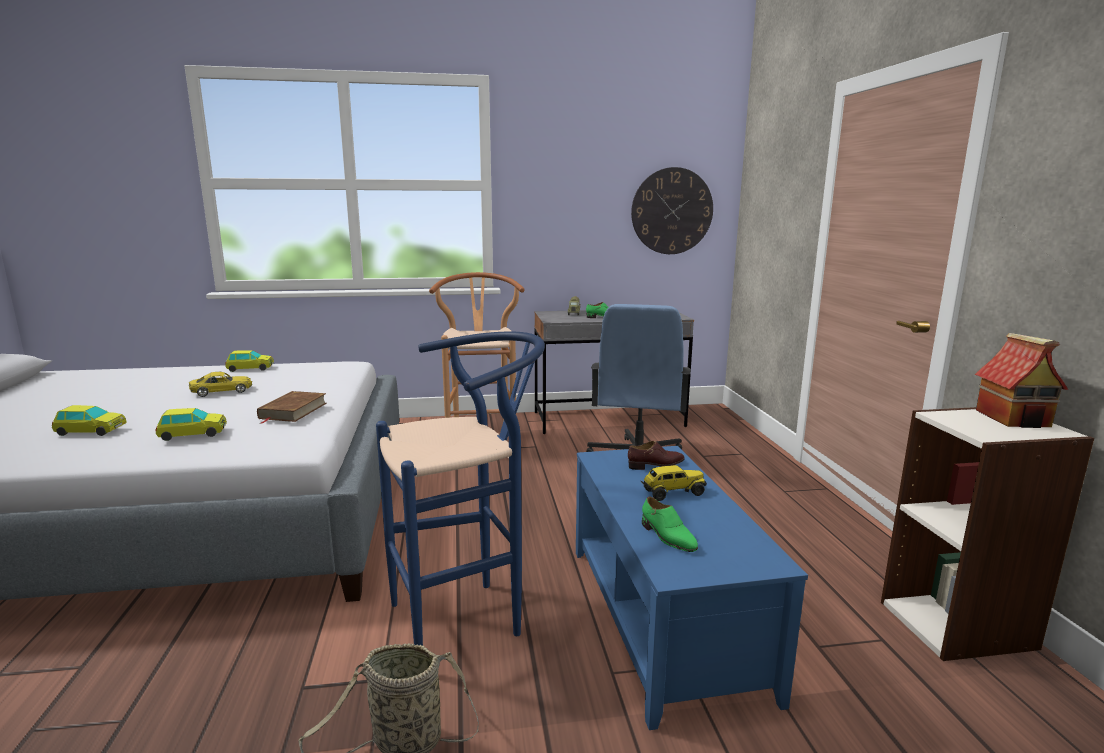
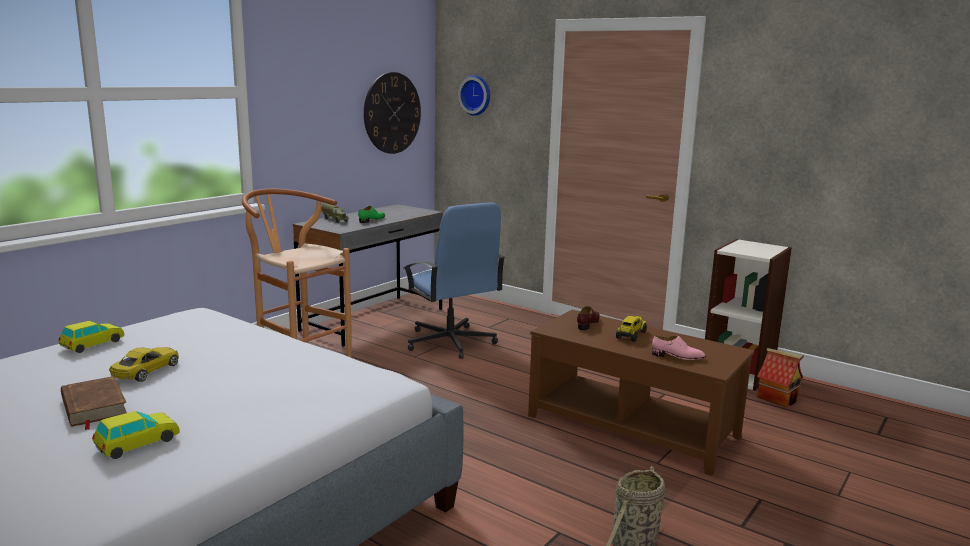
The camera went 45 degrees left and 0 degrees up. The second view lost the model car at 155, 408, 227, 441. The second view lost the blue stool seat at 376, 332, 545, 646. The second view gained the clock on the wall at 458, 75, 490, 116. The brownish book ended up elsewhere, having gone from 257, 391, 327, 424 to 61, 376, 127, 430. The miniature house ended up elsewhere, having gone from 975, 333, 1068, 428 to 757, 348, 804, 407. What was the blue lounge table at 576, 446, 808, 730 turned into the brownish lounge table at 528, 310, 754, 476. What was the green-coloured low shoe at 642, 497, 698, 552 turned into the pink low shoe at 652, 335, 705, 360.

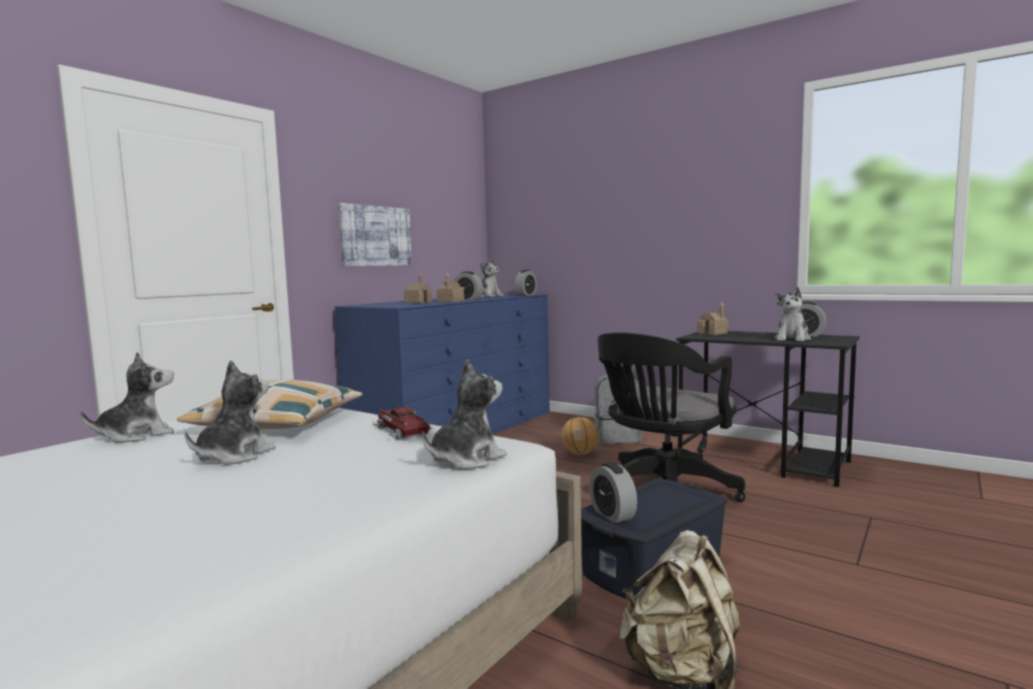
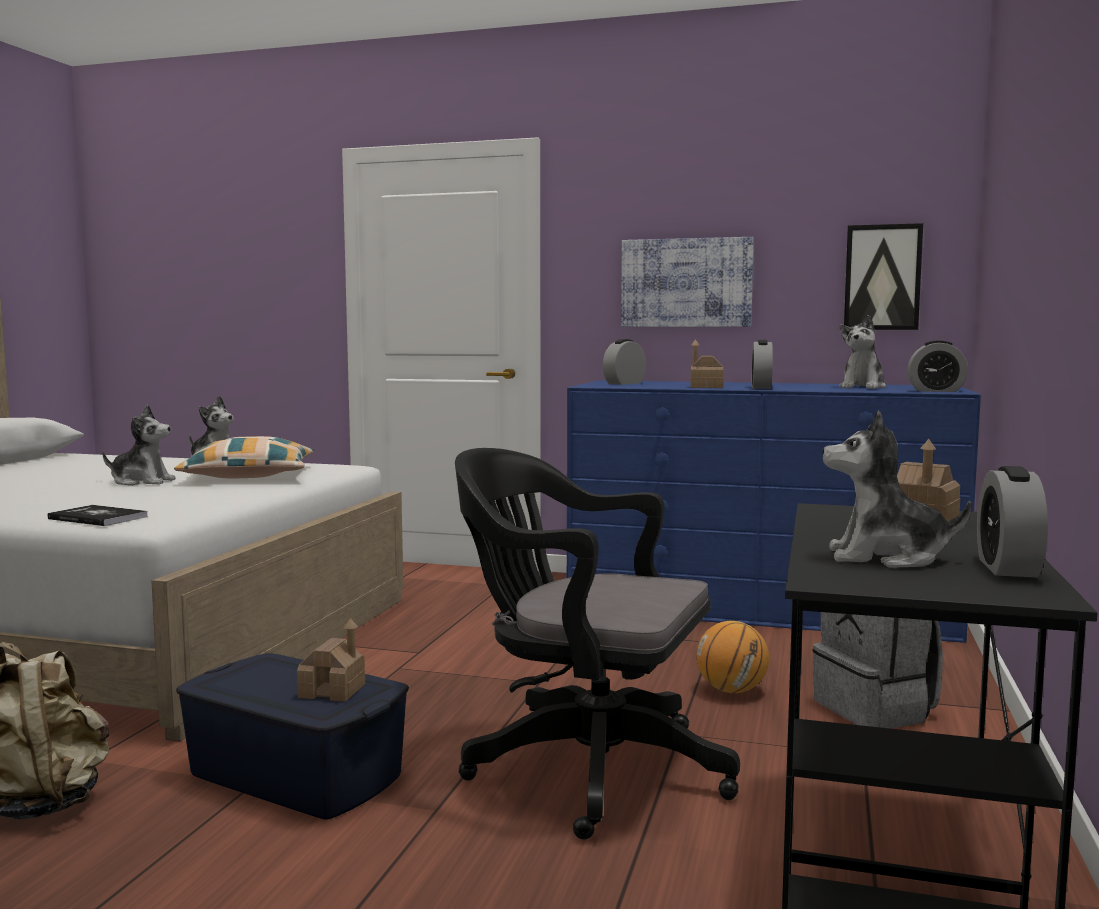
The camera went 70 degrees right and 0 degrees up. The second view lost the model car at 373, 407, 432, 439. The second view gained the picture at 844, 223, 923, 330. The miniature house ended up elsewhere, having gone from 404, 273, 432, 303 to 297, 618, 365, 702. The alarm clock ended up elsewhere, having gone from 589, 462, 637, 523 to 602, 339, 646, 384. Where the plush toy stood at 422, 359, 507, 470, the book came to stand at 48, 505, 148, 526.

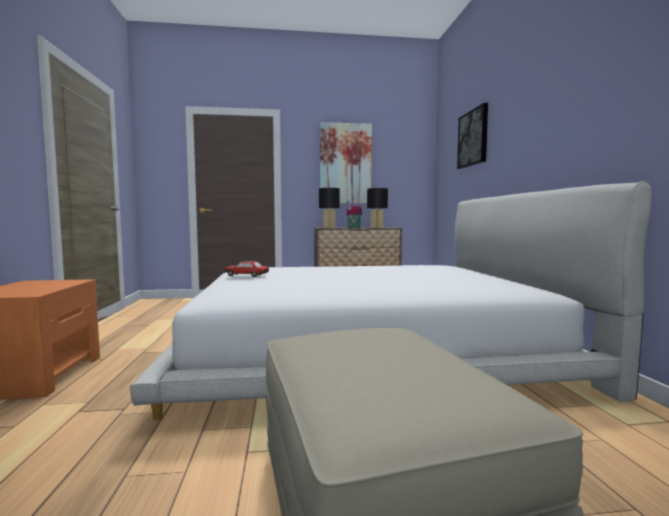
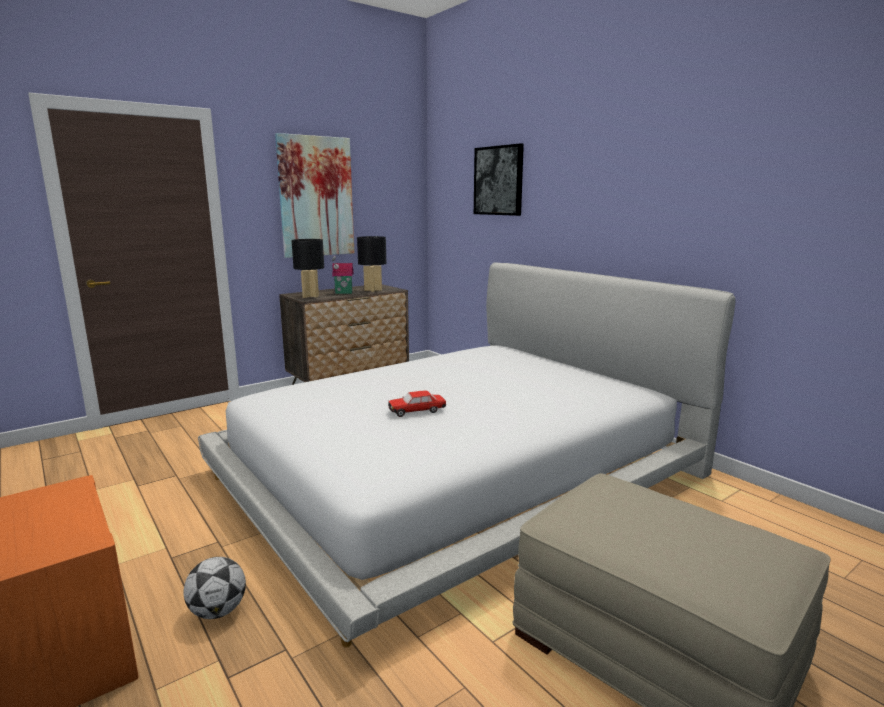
The camera went 30 degrees left and 10 degrees up. The second view gained the football at 183, 557, 246, 619. The model car ended up elsewhere, having gone from 225, 261, 269, 277 to 388, 390, 446, 417.

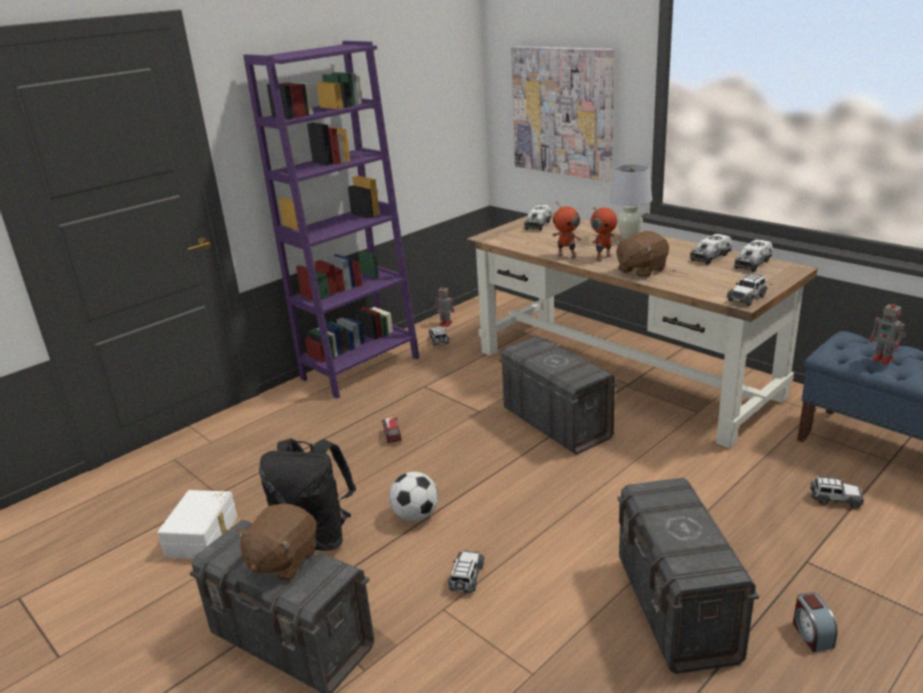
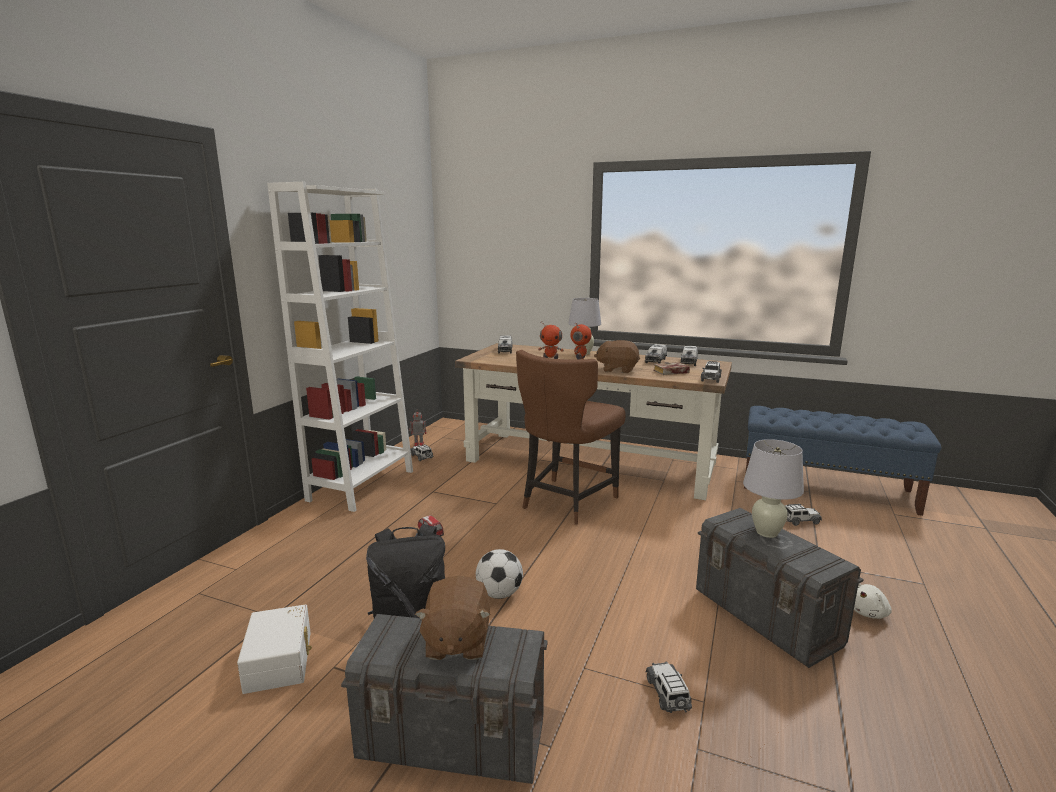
The camera went 25 degrees left and 10 degrees down. The second view lost the picture at 511, 46, 615, 181. The second view lost the robot figure at 870, 299, 907, 365. The second view gained the book at 653, 362, 690, 375. The second view gained the whitish lamp for a table at 743, 439, 804, 538. The model car ended up elsewhere, having gone from 448, 550, 484, 594 to 646, 661, 692, 713. Where the greyish storage box stood at 499, 336, 618, 455, the brownish plain chair came to stand at 516, 350, 626, 525. Where the alarm clock stood at 793, 592, 838, 652, the whitish plush toy came to stand at 854, 583, 892, 619. What was the purple shelving unit at 243, 41, 419, 398 turned into the whitish shelving unit at 267, 182, 413, 512. The brownish plush toy at 615, 231, 669, 278 ended up facing another way, 75 degrees clockwise from before.

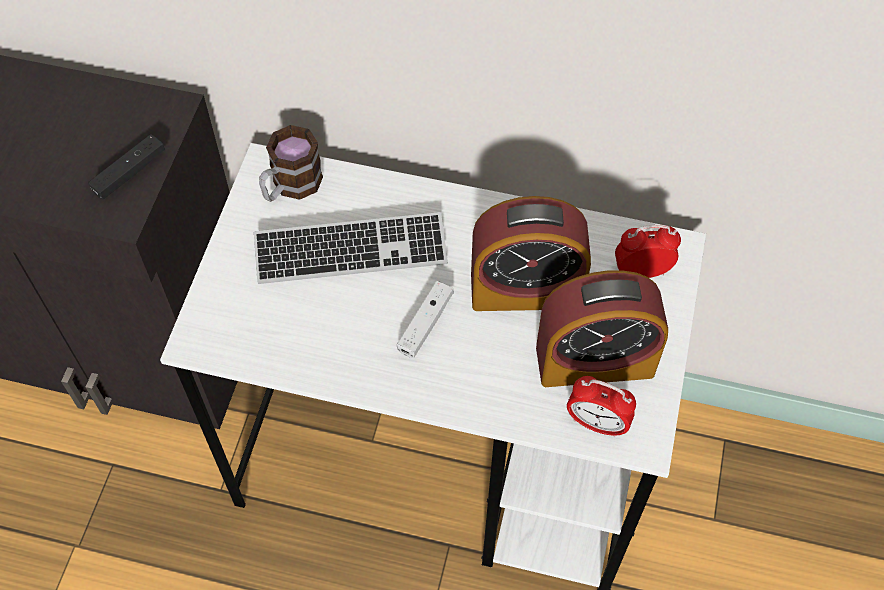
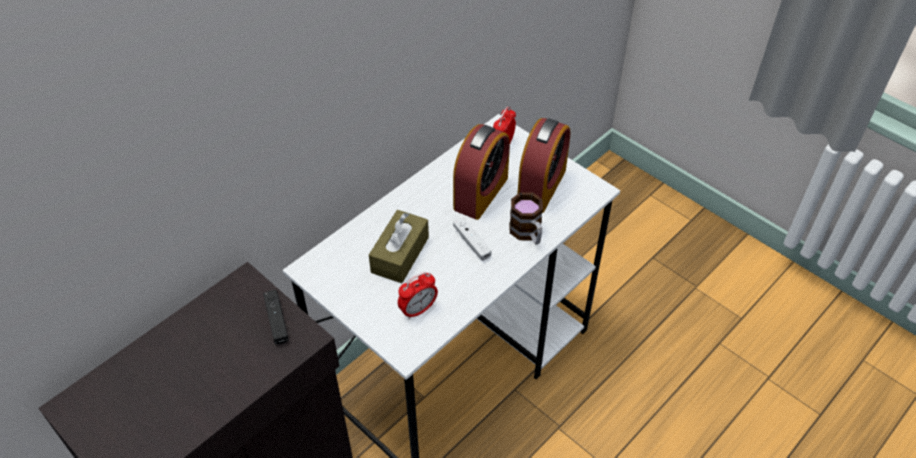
The camera went 60 degrees left and 10 degrees down. The tea mug ended up elsewhere, having gone from 259, 125, 323, 202 to 509, 192, 543, 245. The alarm clock ended up elsewhere, having gone from 567, 376, 636, 437 to 398, 272, 438, 319. Where the PC keyboard stood at 254, 212, 448, 284, the brownish box of tissues came to stand at 369, 210, 429, 283.

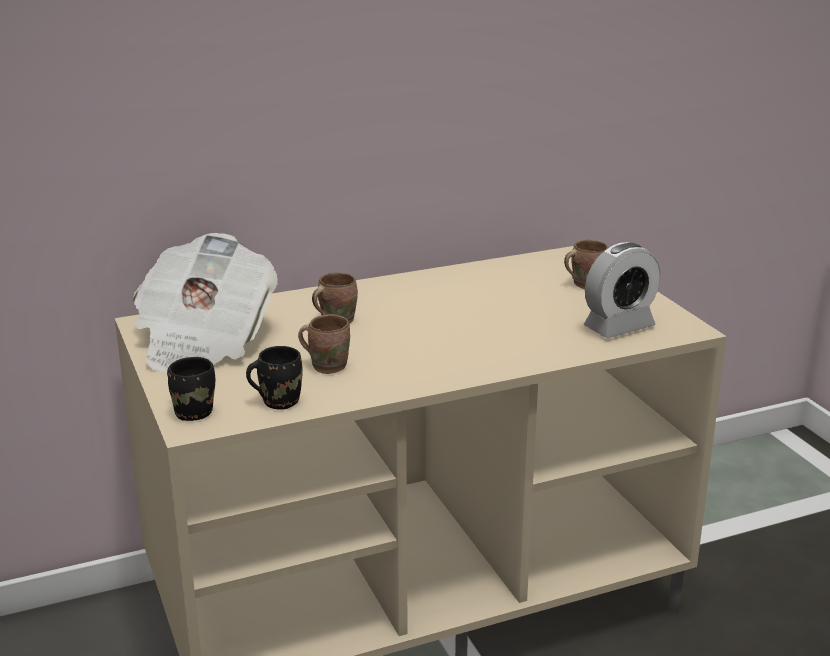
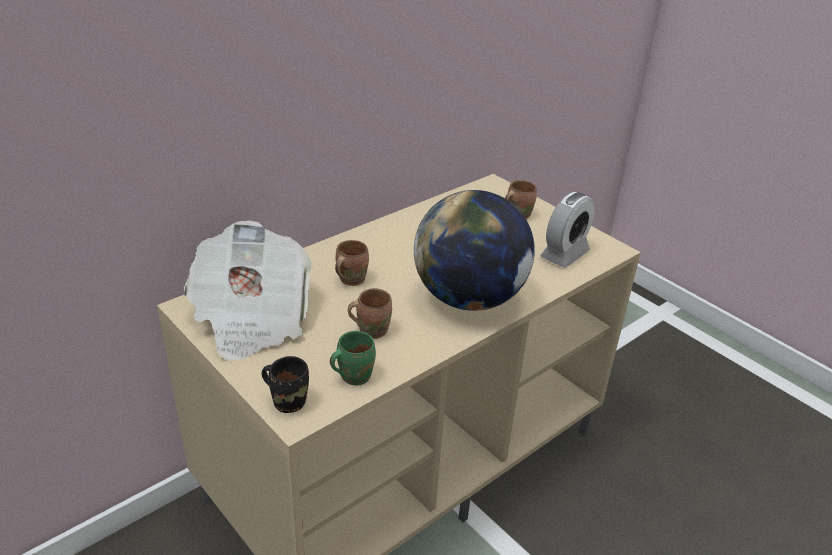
The camera went 20 degrees left and 10 degrees up. The second view gained the world globe at 414, 190, 535, 311. What was the black tea mug at 246, 346, 303, 410 turned into the green-coloured tea mug at 330, 331, 376, 385.

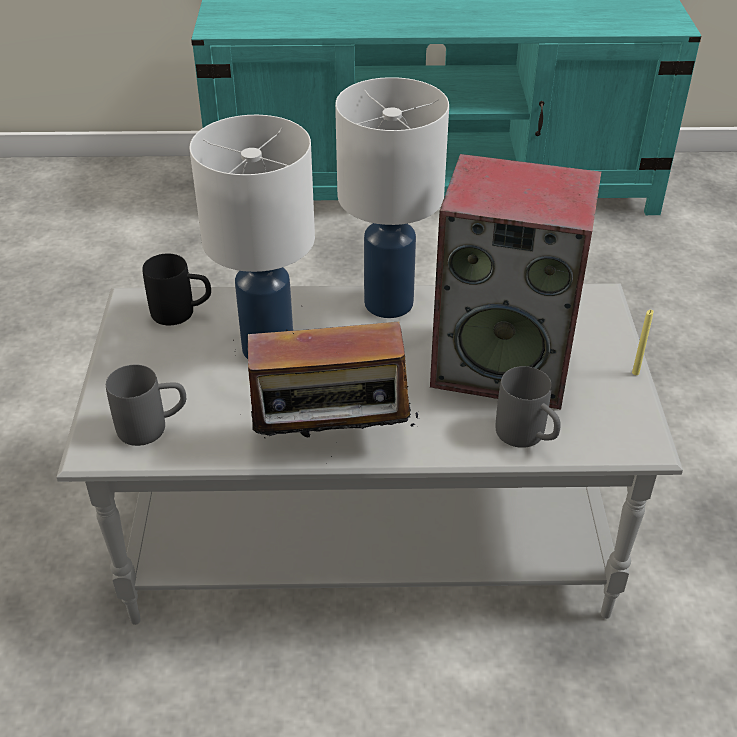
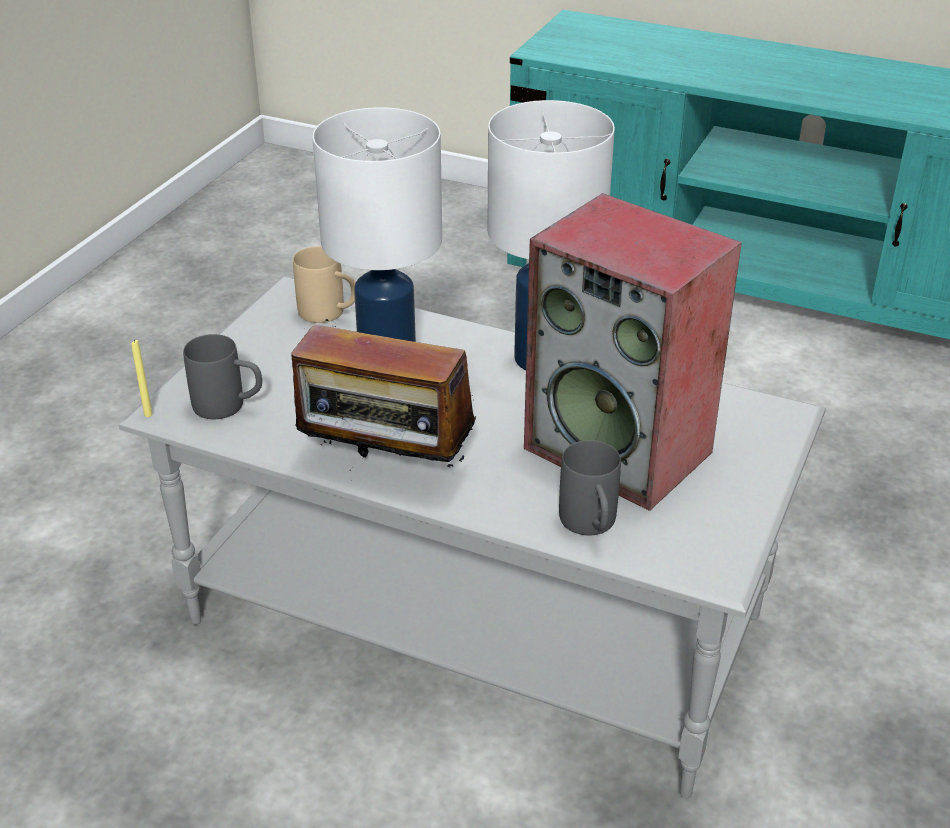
The camera went 25 degrees right and 5 degrees down. The yellowish wax candle ended up elsewhere, having gone from 632, 310, 654, 375 to 131, 340, 152, 417. What was the black tea mug at 142, 254, 211, 325 turned into the beige-coloured tea mug at 293, 246, 355, 323.

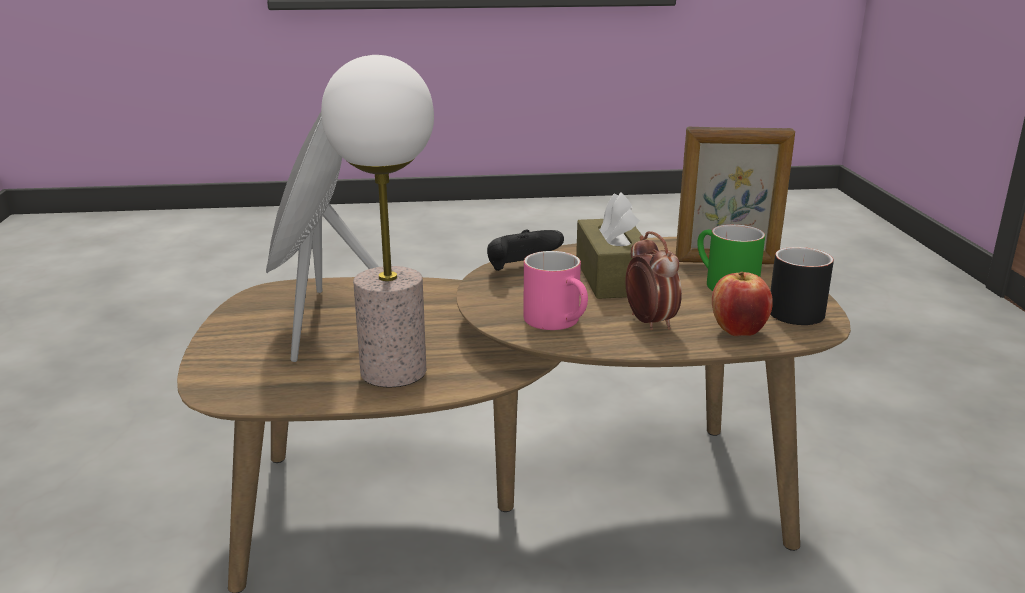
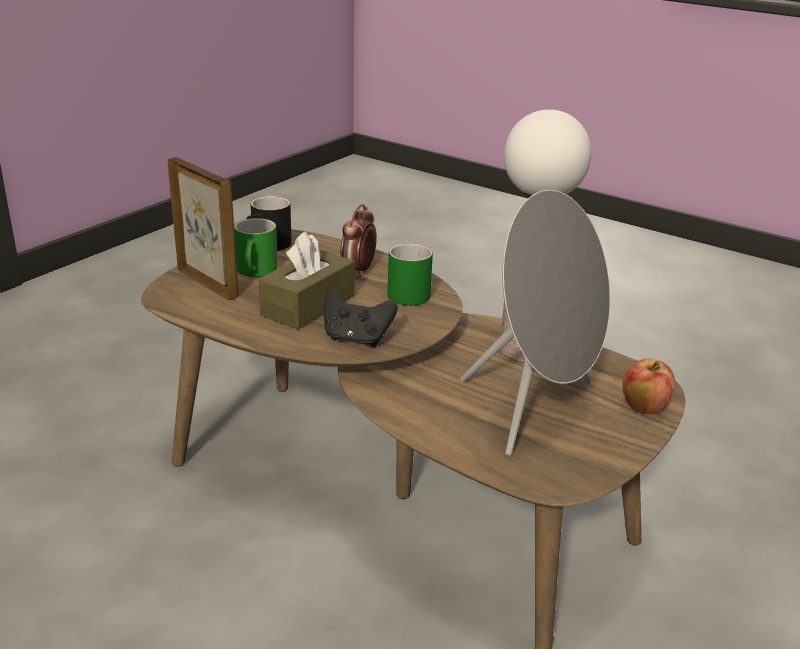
The camera went 140 degrees left and 5 degrees up. The whole apple ended up elsewhere, having gone from 712, 272, 773, 336 to 623, 358, 676, 414. What was the pink tea mug at 523, 251, 588, 330 turned into the green-coloured tea mug at 387, 243, 433, 306.

